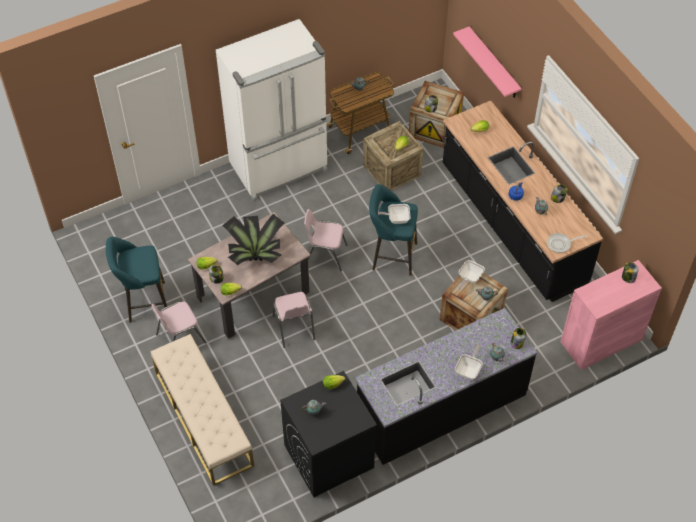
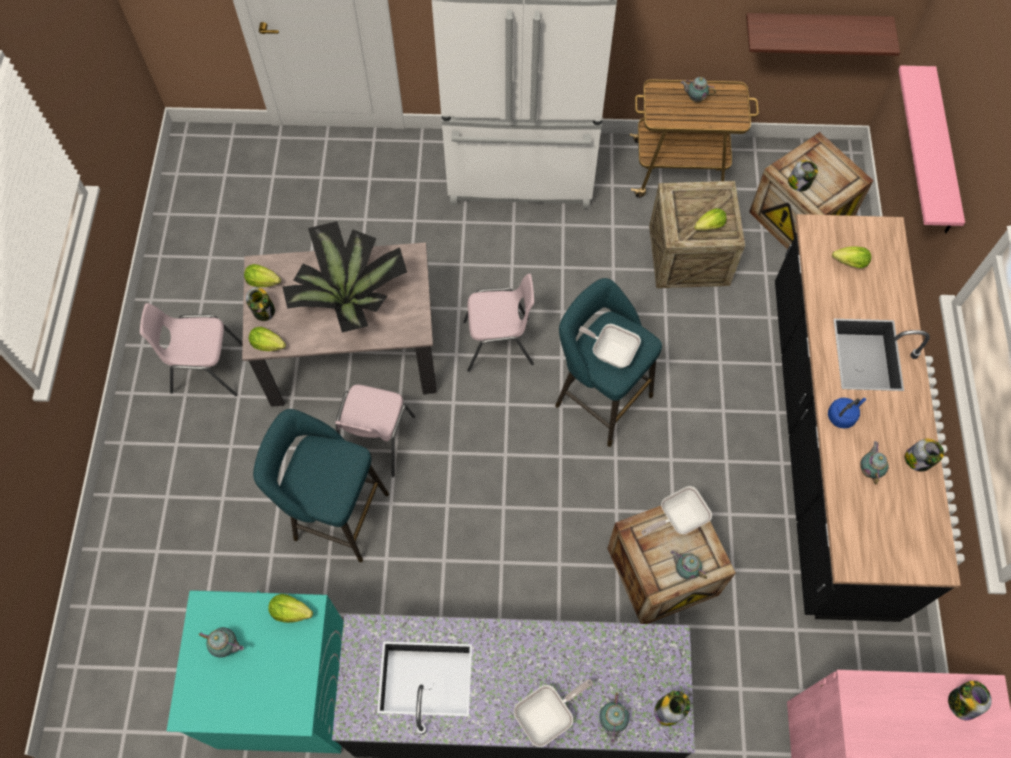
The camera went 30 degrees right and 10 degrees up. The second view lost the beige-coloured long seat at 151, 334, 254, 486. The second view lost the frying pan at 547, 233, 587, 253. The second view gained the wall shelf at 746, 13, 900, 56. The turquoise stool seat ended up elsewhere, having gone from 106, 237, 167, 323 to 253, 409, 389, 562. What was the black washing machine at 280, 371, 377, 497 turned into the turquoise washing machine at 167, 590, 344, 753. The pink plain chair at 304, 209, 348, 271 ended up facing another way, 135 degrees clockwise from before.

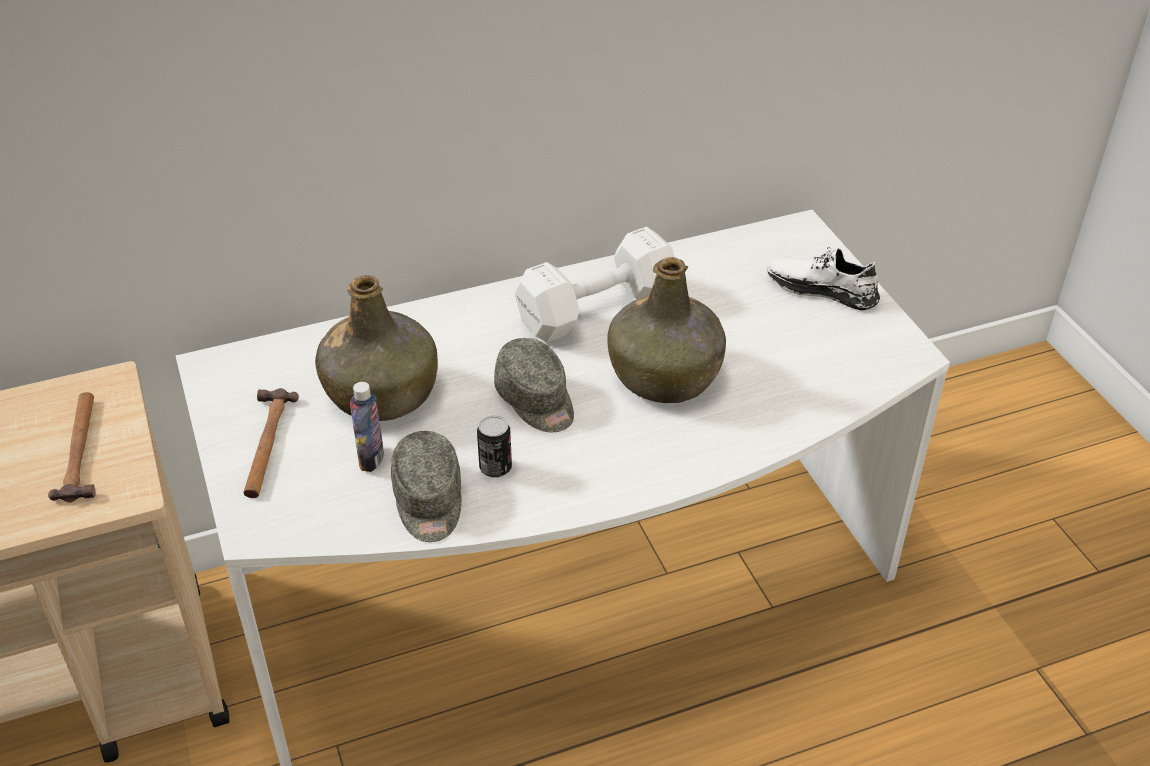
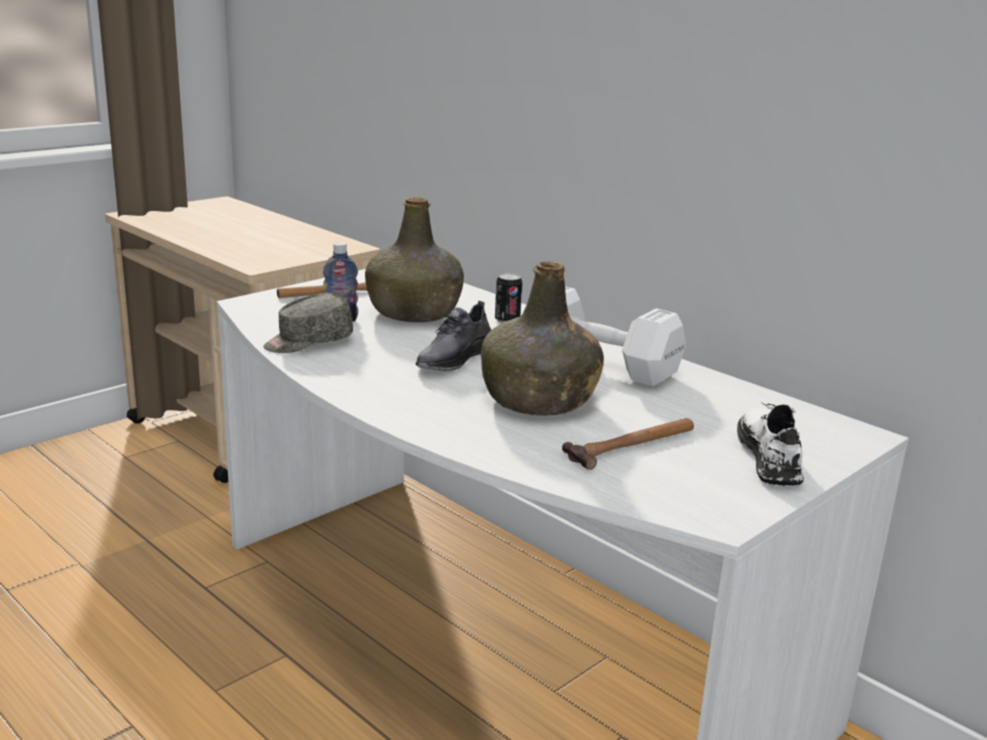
The camera went 65 degrees right and 20 degrees down. The hammer ended up elsewhere, having gone from 48, 392, 95, 503 to 562, 418, 694, 470. The metal can ended up elsewhere, having gone from 477, 416, 512, 478 to 495, 273, 522, 323. Where the greyish baseball cap stood at 494, 338, 574, 432, the greyish low shoe came to stand at 416, 301, 491, 371.

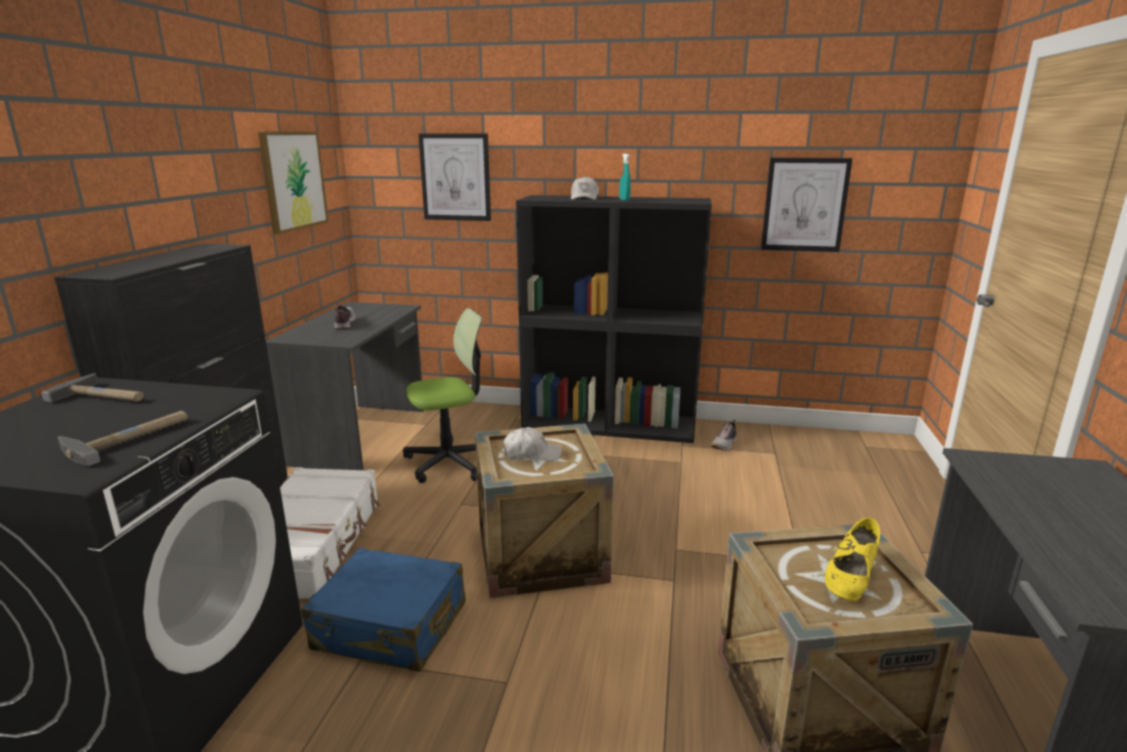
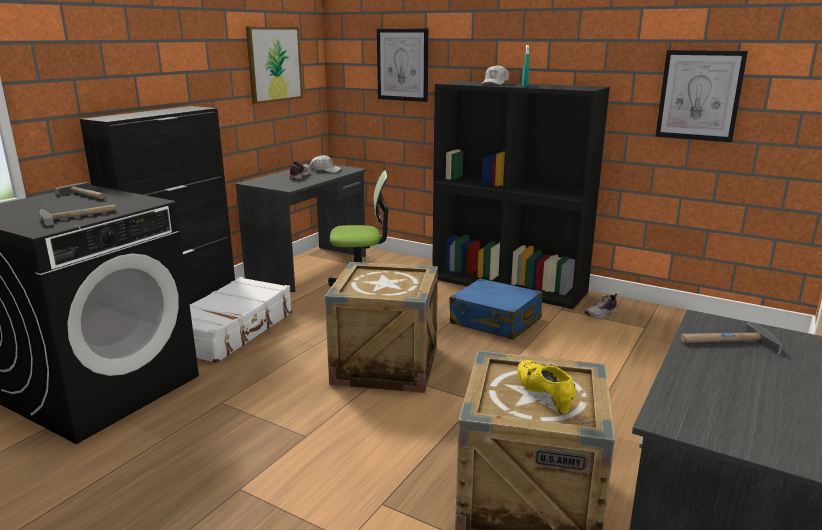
The camera went 20 degrees right and 0 degrees up. The second view gained the hammer at 681, 322, 782, 355. The blue travel case ended up elsewhere, having gone from 301, 548, 466, 672 to 449, 279, 543, 340. The whitish baseball cap ended up elsewhere, having gone from 504, 427, 562, 461 to 310, 155, 342, 173. The yellowish low shoe at 825, 518, 880, 602 ended up facing another way, 105 degrees clockwise from before.

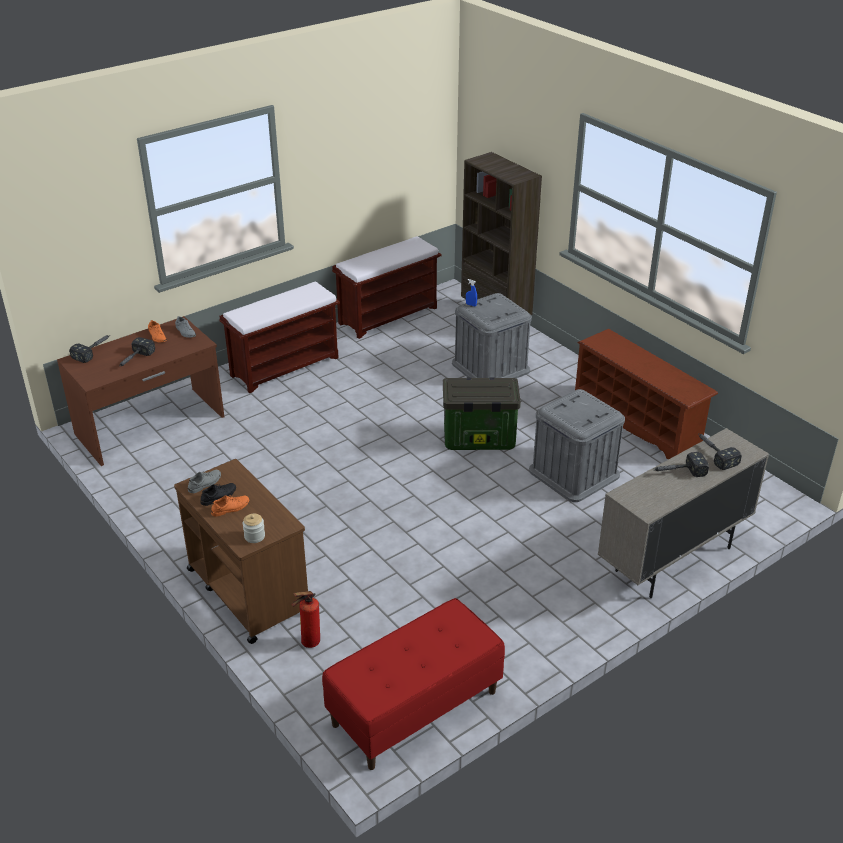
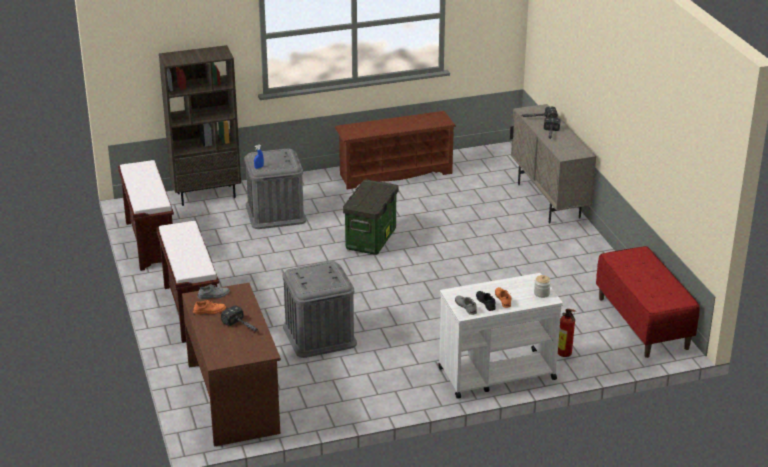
The camera went 70 degrees left and 5 degrees down. The second view lost the hammer at 69, 335, 109, 363. The greyish storage box ended up elsewhere, having gone from 529, 389, 625, 502 to 283, 261, 357, 358. What was the brownish trolley at 174, 459, 308, 644 turned into the whitish trolley at 438, 273, 563, 399.

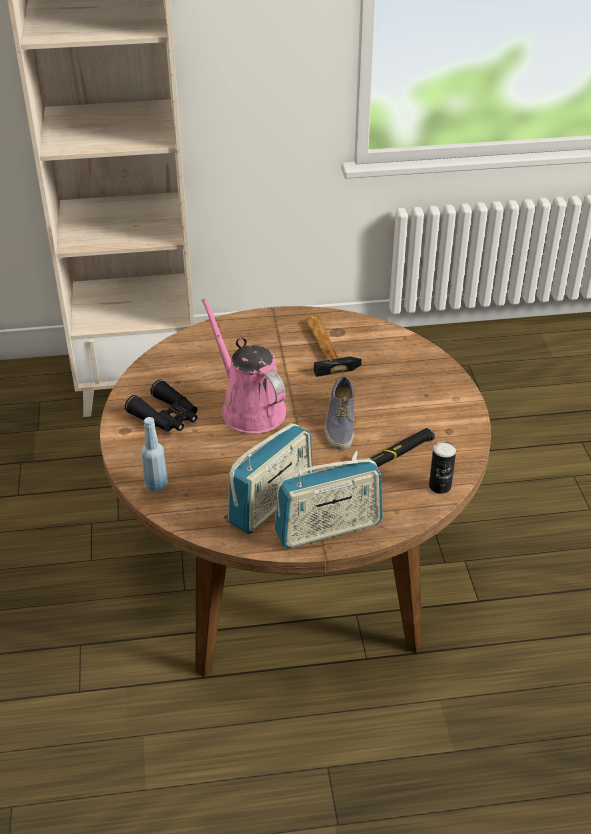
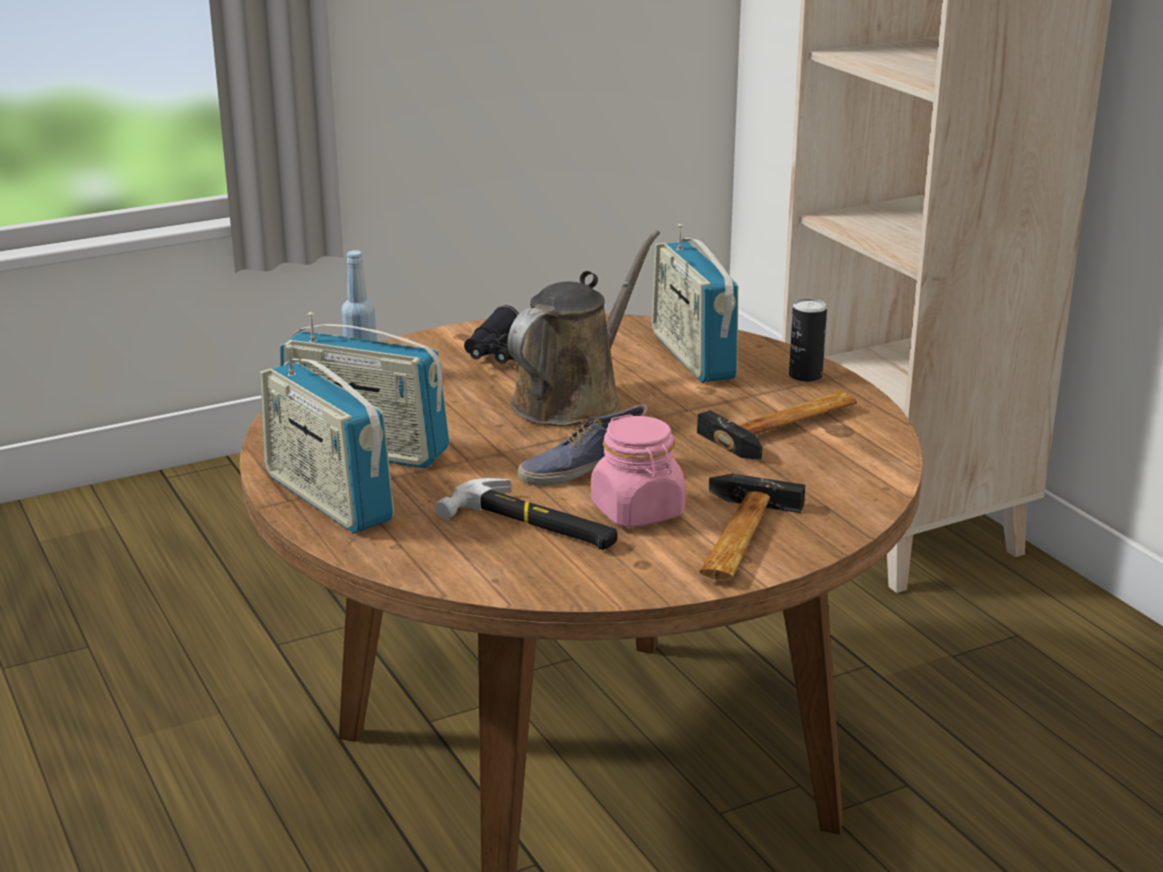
The camera went 70 degrees right and 15 degrees down. The second view gained the pink preserve jar at 591, 414, 686, 528. The second view gained the radio receiver at 652, 224, 738, 383. The second view gained the hammer at 699, 474, 805, 580. The metal can ended up elsewhere, having gone from 429, 441, 456, 494 to 789, 299, 827, 382. What was the pink watering pot at 201, 298, 286, 433 turned into the brownish watering pot at 508, 230, 660, 427.

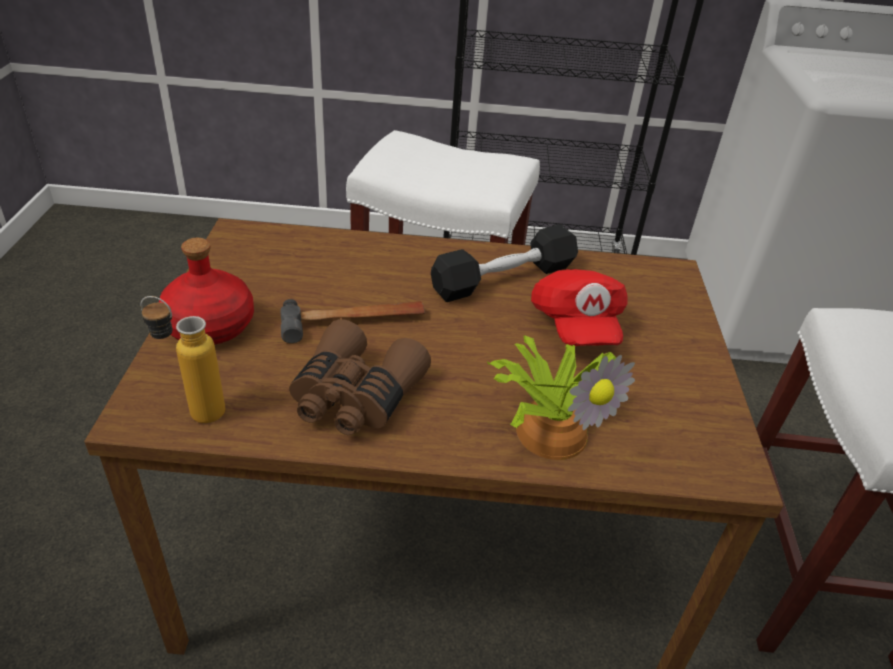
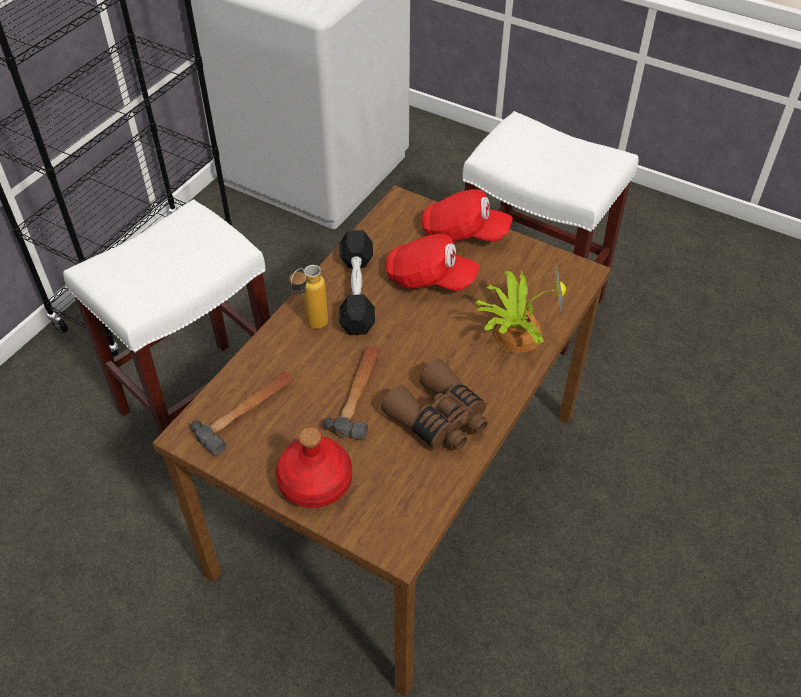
The camera went 60 degrees left and 10 degrees up. The second view gained the hammer at 190, 371, 294, 456. The second view gained the red-coloured baseball cap at 421, 189, 513, 242. The drink bottle ended up elsewhere, having gone from 140, 296, 225, 424 to 289, 265, 328, 329.

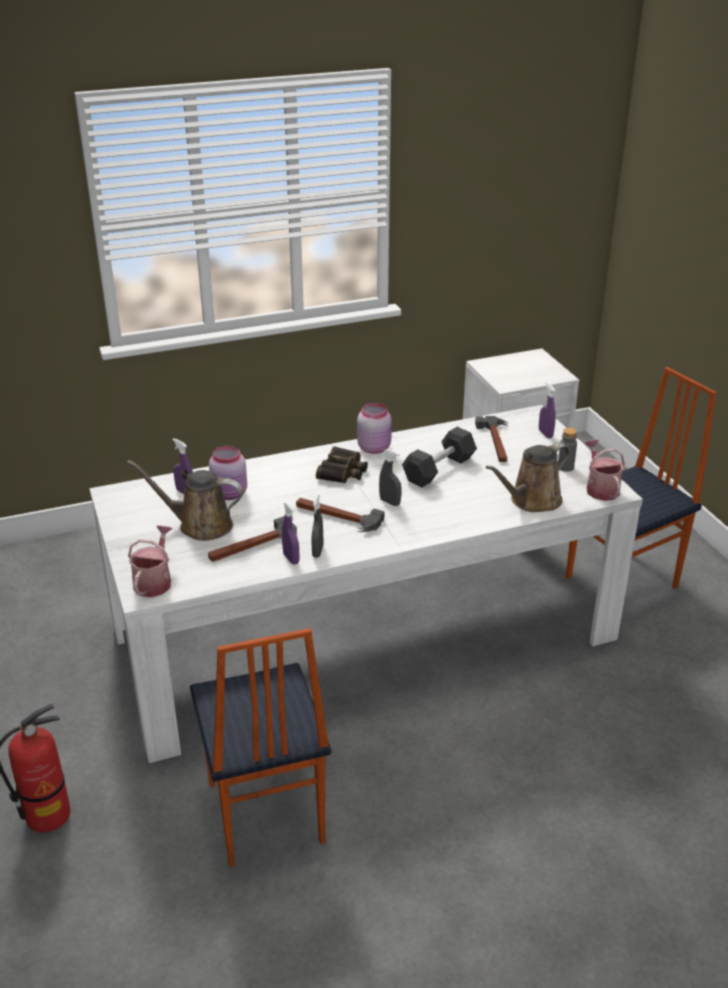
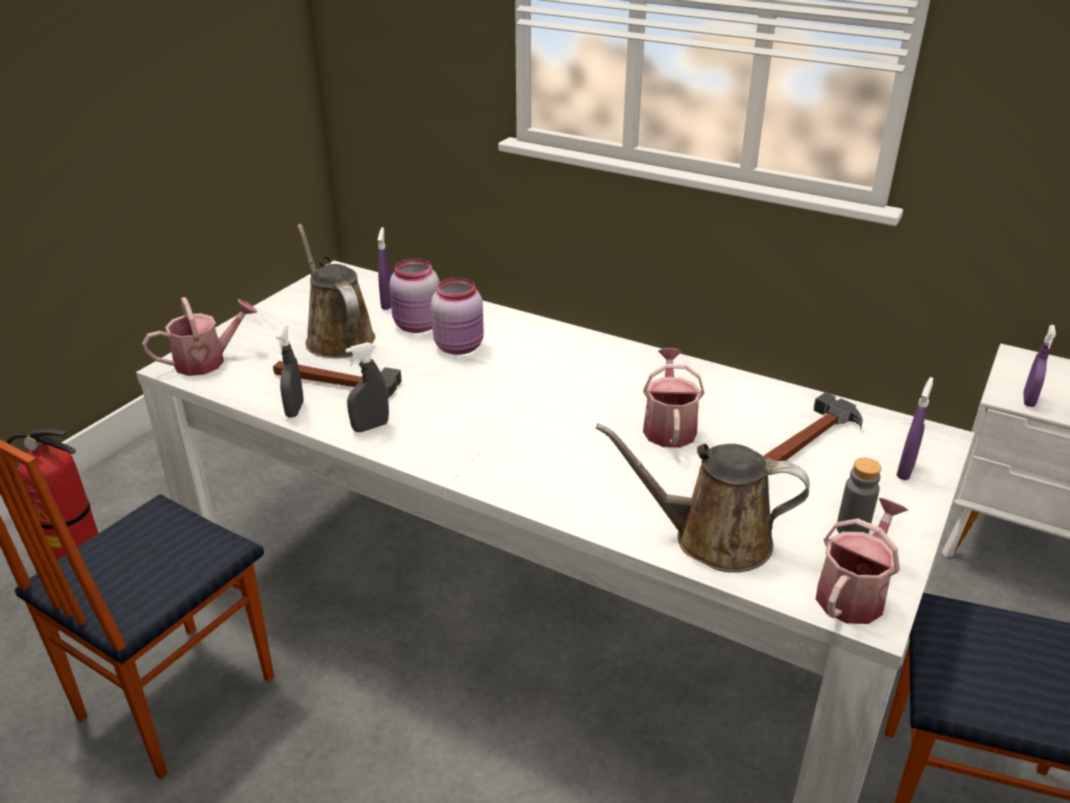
The camera went 50 degrees right and 0 degrees up. The second view lost the hammer at 296, 498, 384, 532. The second view lost the binoculars at 316, 446, 368, 483. The purple hand sprayer ended up elsewhere, having gone from 282, 502, 300, 564 to 1023, 325, 1056, 407. The pink preserve jar ended up elsewhere, having gone from 357, 403, 392, 454 to 431, 278, 484, 355. The greyish hand sprayer ended up elsewhere, having gone from 379, 449, 402, 506 to 276, 325, 304, 418. Where the black dumbbell stood at 402, 427, 477, 487, the watering pot came to stand at 643, 348, 705, 448.

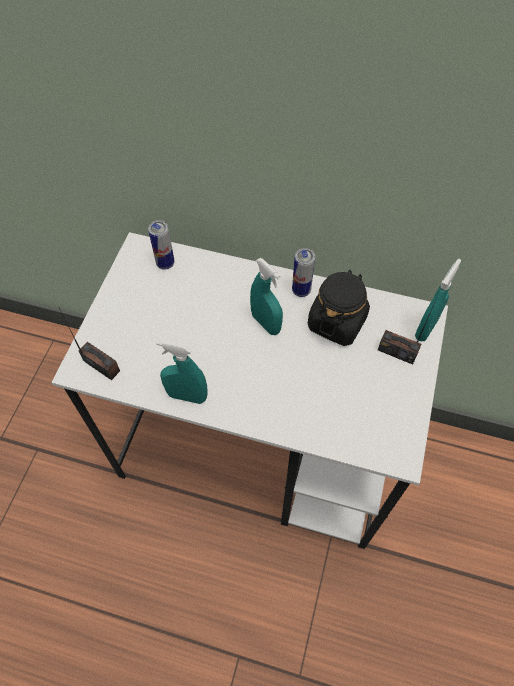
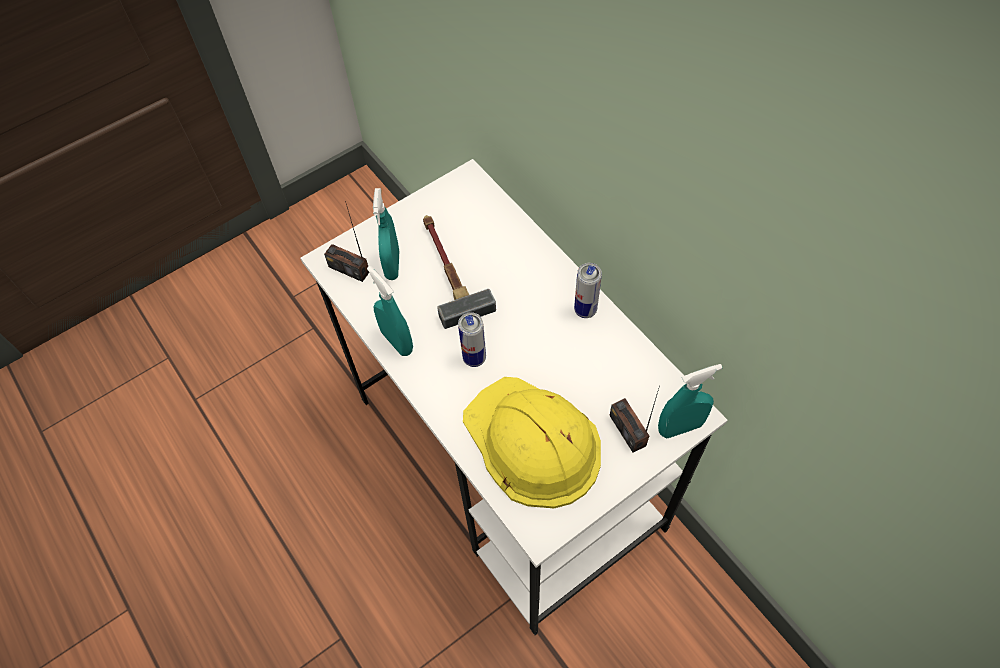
The camera went 40 degrees right and 0 degrees up. The second view lost the black preserve jar at 308, 270, 370, 346. The second view gained the hammer at 423, 215, 496, 329. The second view gained the yellowish hard hat at 463, 377, 601, 508. The metal can ended up elsewhere, having gone from 148, 220, 175, 270 to 458, 312, 486, 367. The turquoise hand sprayer ended up elsewhere, having gone from 250, 258, 283, 335 to 373, 188, 399, 280. The radio receiver at 59, 308, 120, 380 ended up facing another way, 135 degrees clockwise from before.

